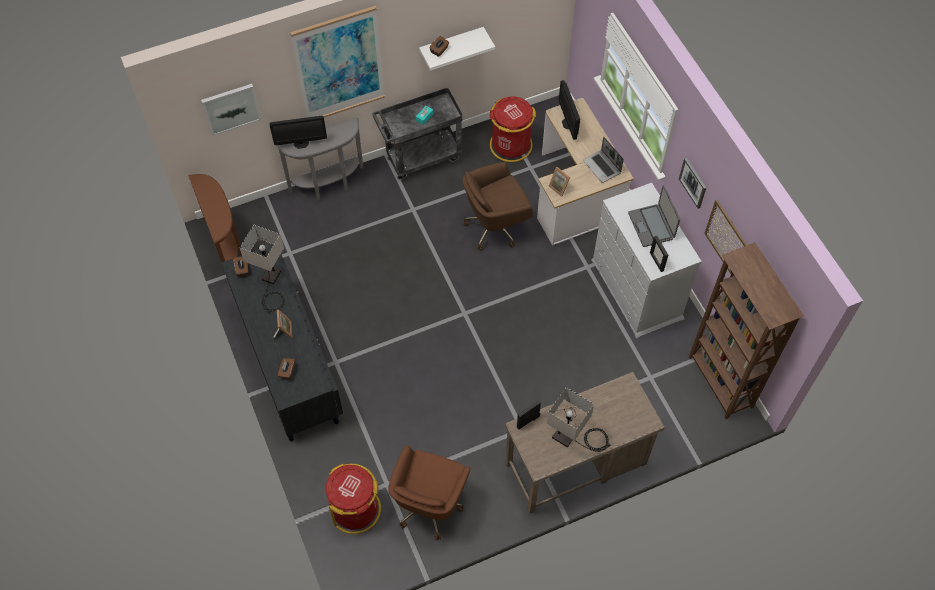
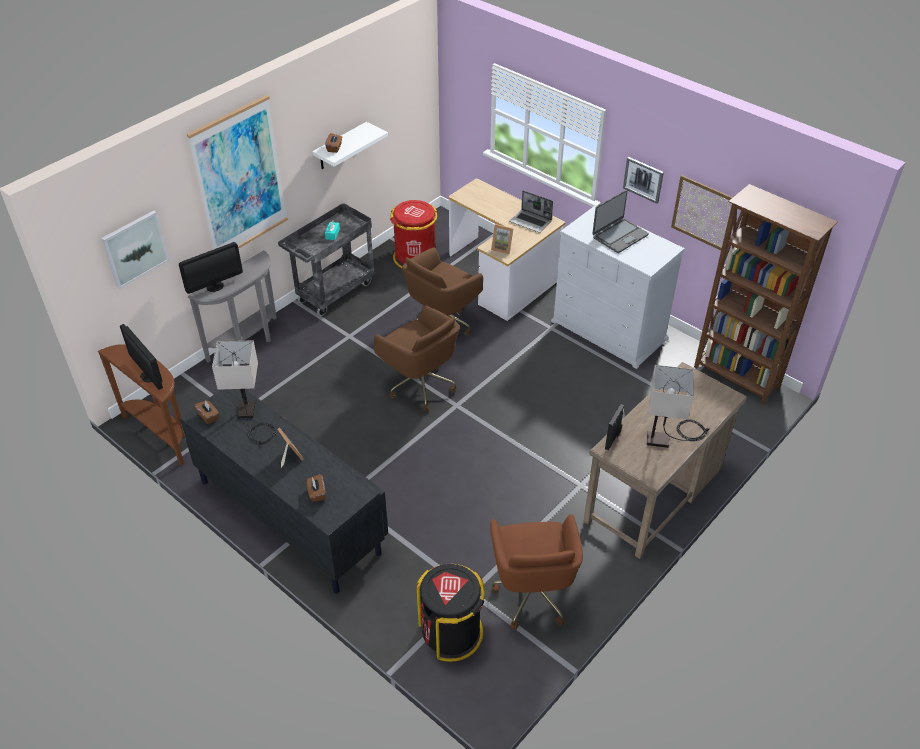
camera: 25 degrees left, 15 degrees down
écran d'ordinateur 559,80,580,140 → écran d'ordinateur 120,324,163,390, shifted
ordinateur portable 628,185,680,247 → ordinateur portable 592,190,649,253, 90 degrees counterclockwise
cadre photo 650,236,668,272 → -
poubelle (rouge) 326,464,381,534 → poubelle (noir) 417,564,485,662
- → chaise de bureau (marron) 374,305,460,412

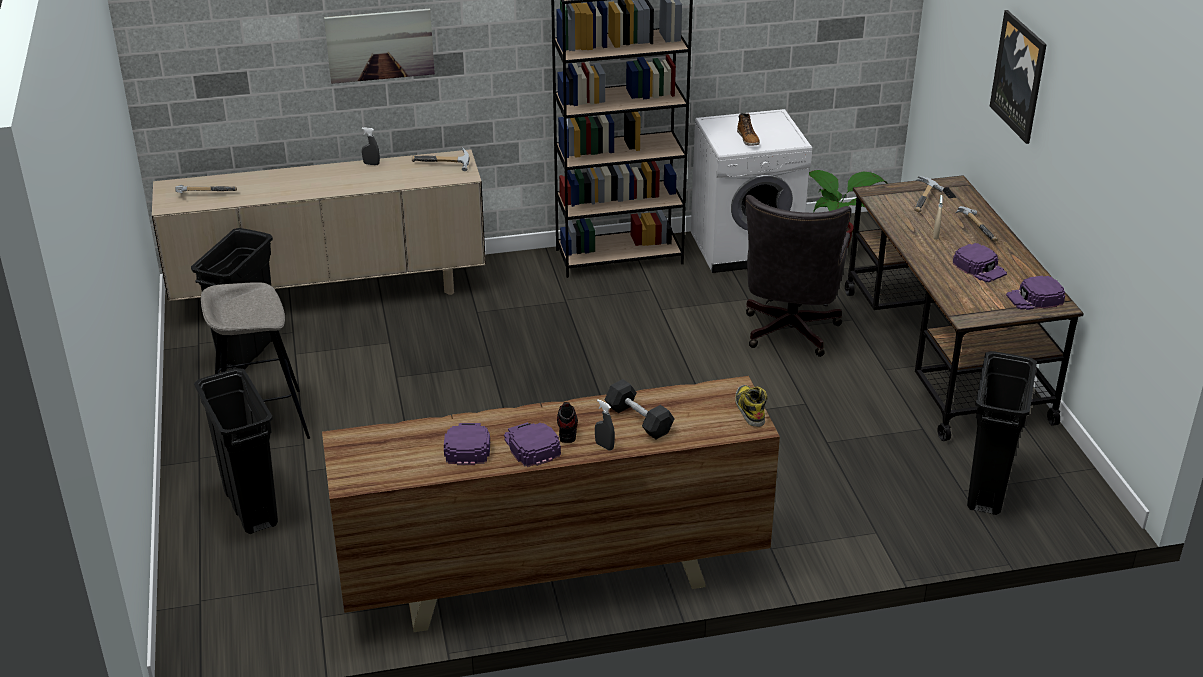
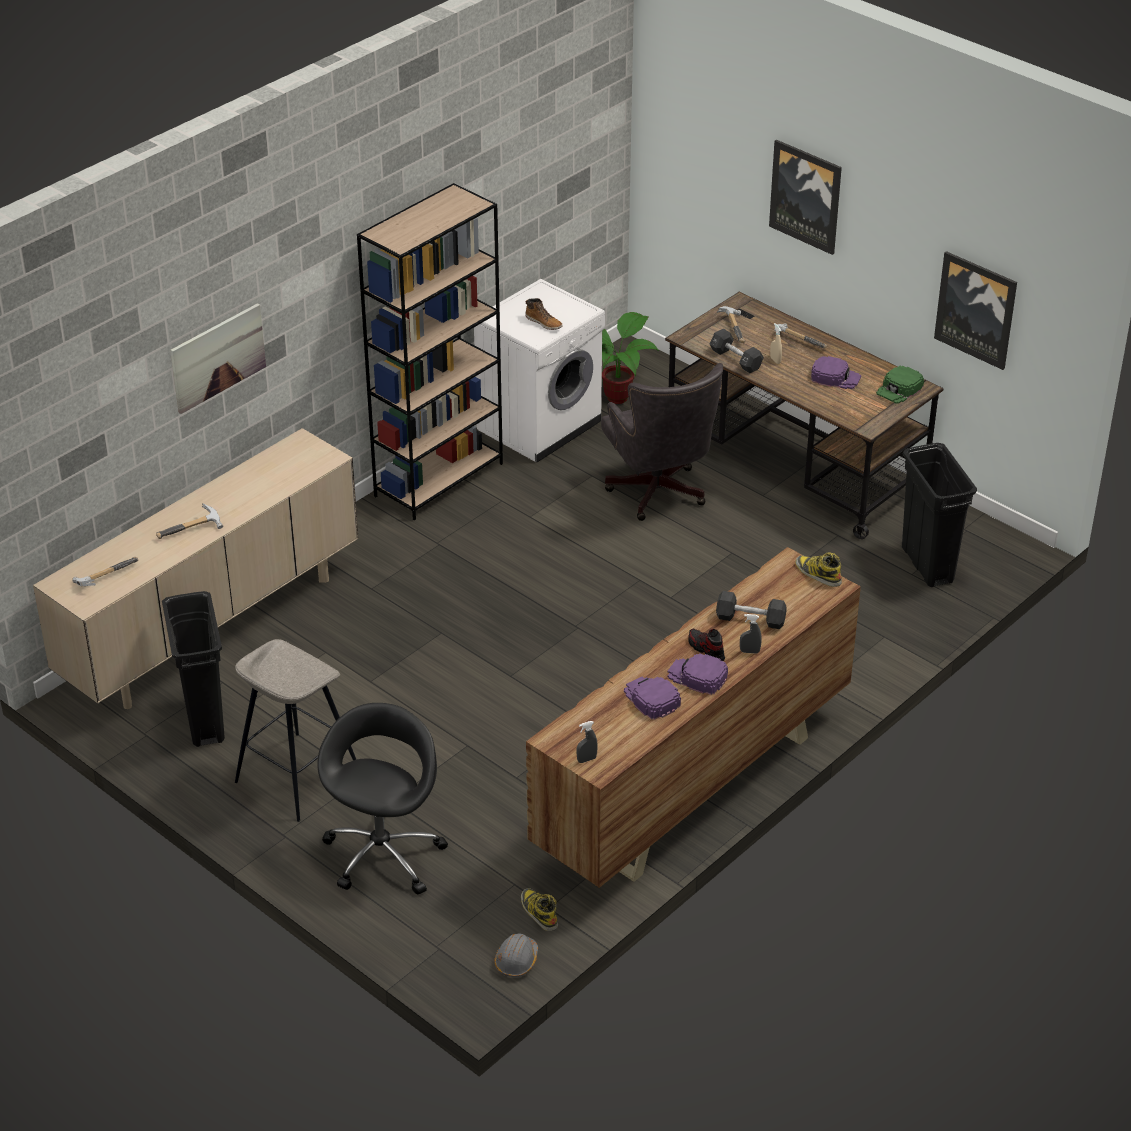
camera: 35 degrees left, 5 degrees up
vaporisateur (gris) 362,127,380,165 → vaporisateur (gris) 576,721,598,763, shifted
marteau 412,147,470,171 → marteau 156,503,223,539, shifted
casquette (violet) 1006,276,1065,310 → casquette (vert) 876,366,924,404
poubelle (noir) 194,368,278,534 → chaise de bureau (noir) 318,703,448,894
- → tableau 934,251,1017,370
- → haltère (noir) 710,329,764,373
- → botte 521,888,558,931
- → casque de chantier (gris) 494,934,538,977

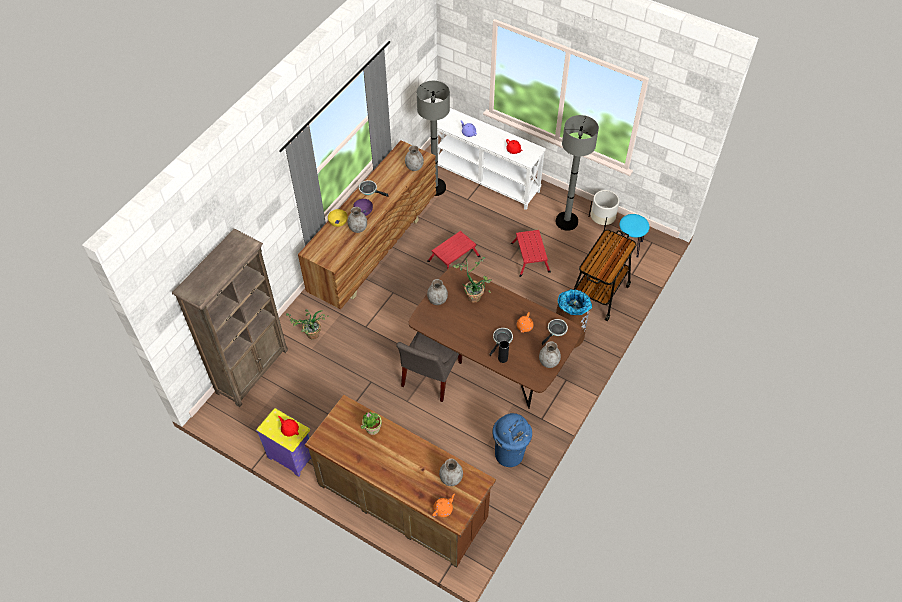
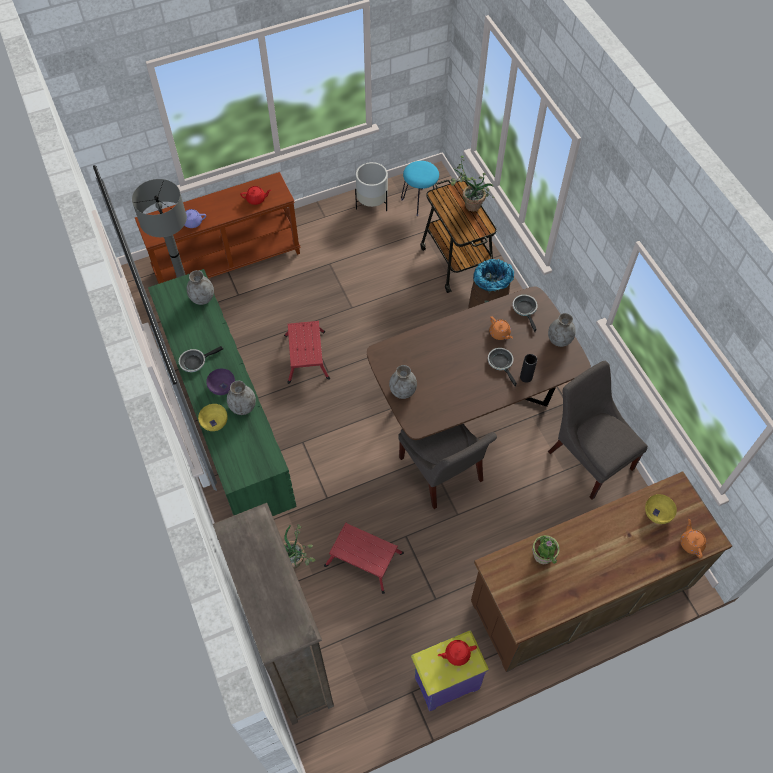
camera: 55 degrees left, 5 degrees up
table console (blanc) 437,108,546,210 → table console (marron) 135,172,300,284
lampadaire (gris) 556,115,599,231 → -
meuble de rangement (marron) 298,140,436,309 → meuble de rangement (vert) 148,269,297,516
escabeau (rouge) 511,230,551,277 → escabeau (rouge) 324,522,404,594, shifted
plante en pot 452,257,492,303 → plante en pot 451,156,495,212, shifted
poubelle (bleu) 492,413,532,467 → chaise (gris) 548,361,648,499
vase (gris) 439,459,463,486 → bol (jaune) 645,494,677,524

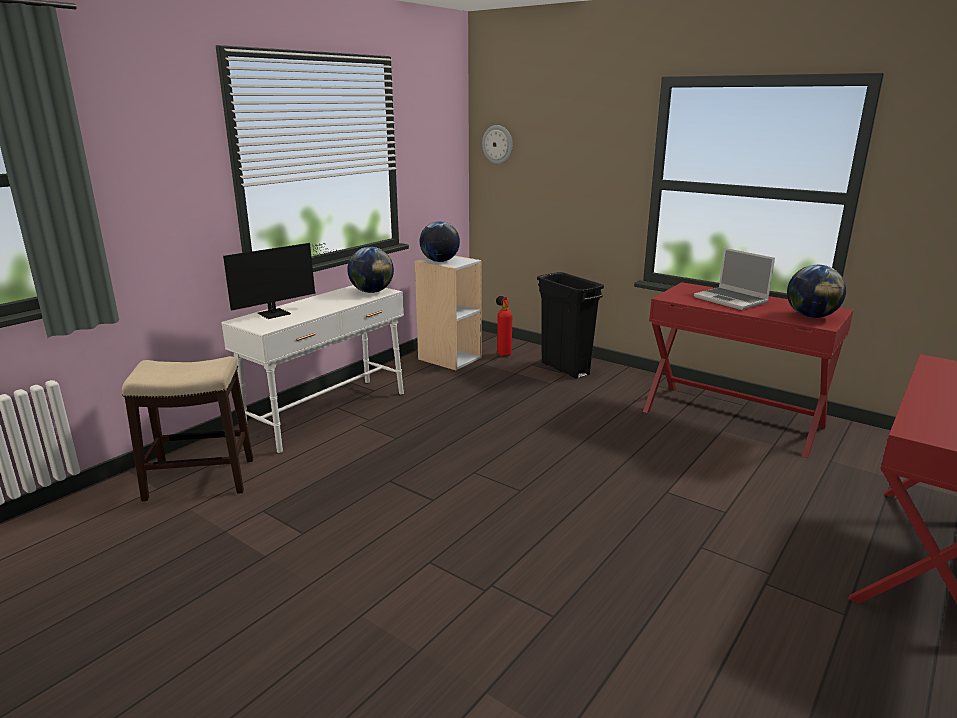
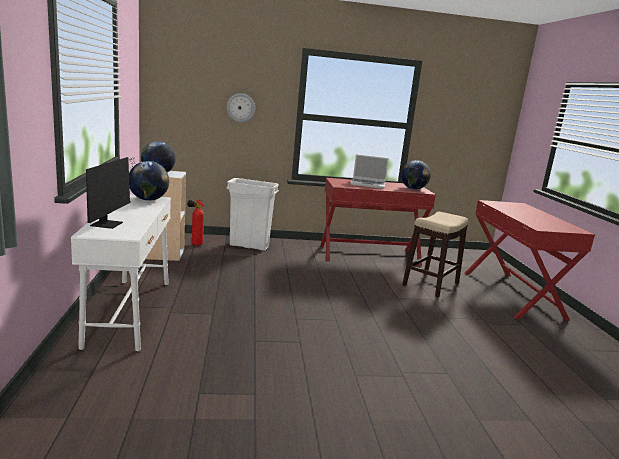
camera: 45 degrees left, 5 degrees down
horloge murale 482,125,513,164 → horloge murale 227,93,255,122, shifted
poubelle (noir) 537,272,604,379 → poubelle (blanc) 227,178,279,251
tabouret 122,356,253,501 → tabouret 402,212,468,297, shifted

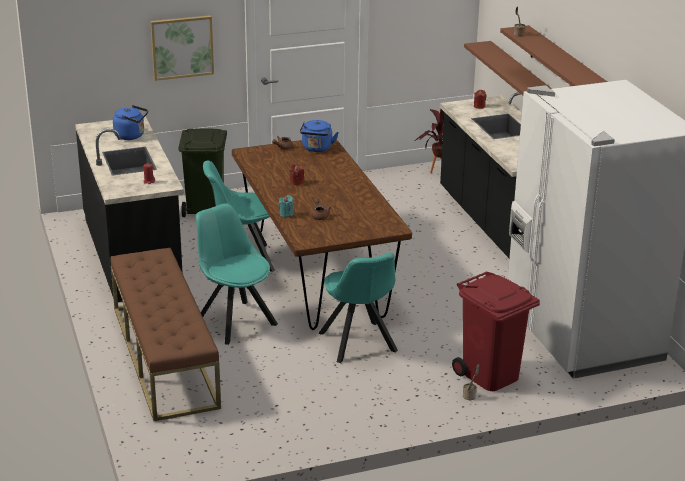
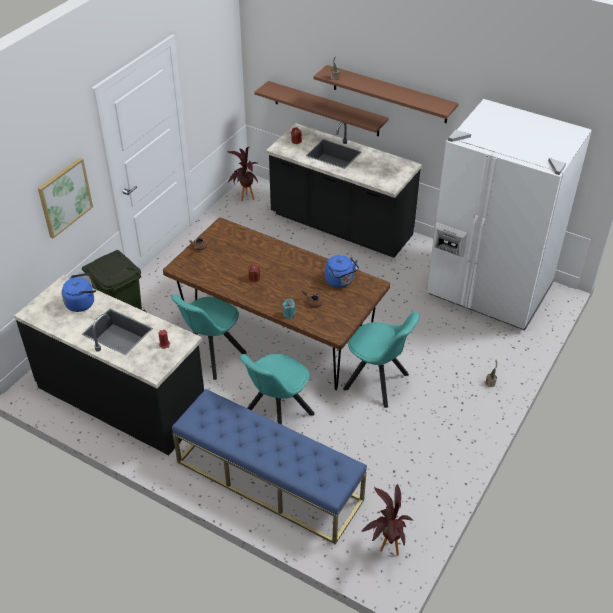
camera: 40 degrees left, 15 degrees up
bouilloire (bleu) 300,120,339,152 → bouilloire (bleu) 325,255,359,288, shifted
chaise (turquoise) 196,203,278,345 → chaise (turquoise) 240,354,314,425, 60 degrees counterclockwise
banc (marron) 110,248,221,421 → banc (bleu) 172,389,367,545
poubelle (rouge) 452,272,540,391 → -
- → plante en pot 362,484,413,556

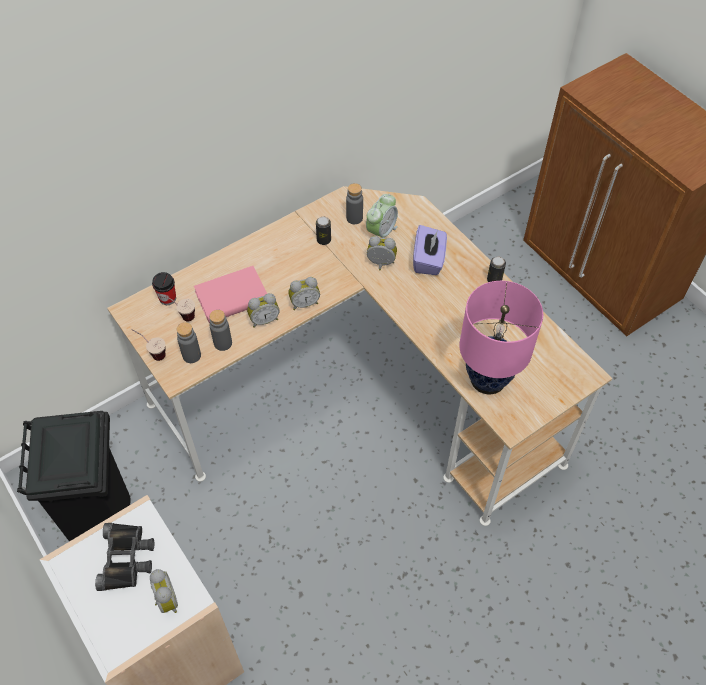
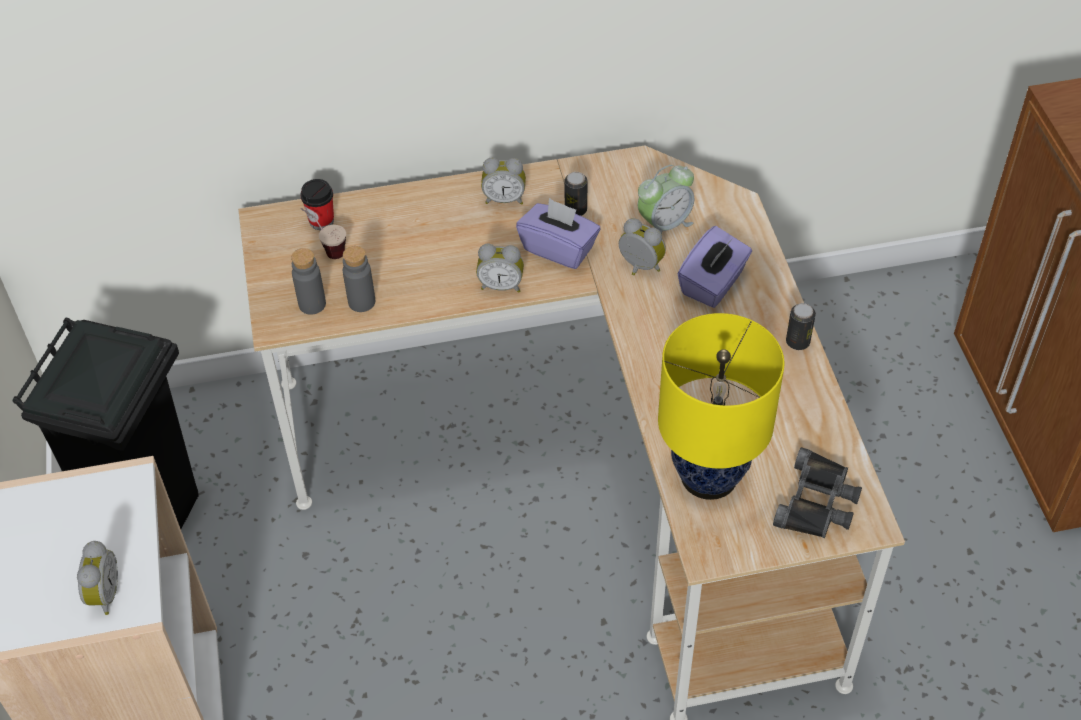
camera: 25 degrees right, 5 degrees down
bouteille (gris) 346,183,363,224 → -
livre (rose) 194,266,267,323 → -
lampe de table (rose) 459,281,543,394 → lampe de table (jaune) 658,313,784,500
réveil 247,293,280,328 → réveil 481,158,526,205, shifted
tasse 131,329,166,361 → -
jumelles (noir) 95,523,154,591 → jumelles (noir) 773,447,862,538, shifted
- → boîte à mouchoirs (violet) 516,198,600,269

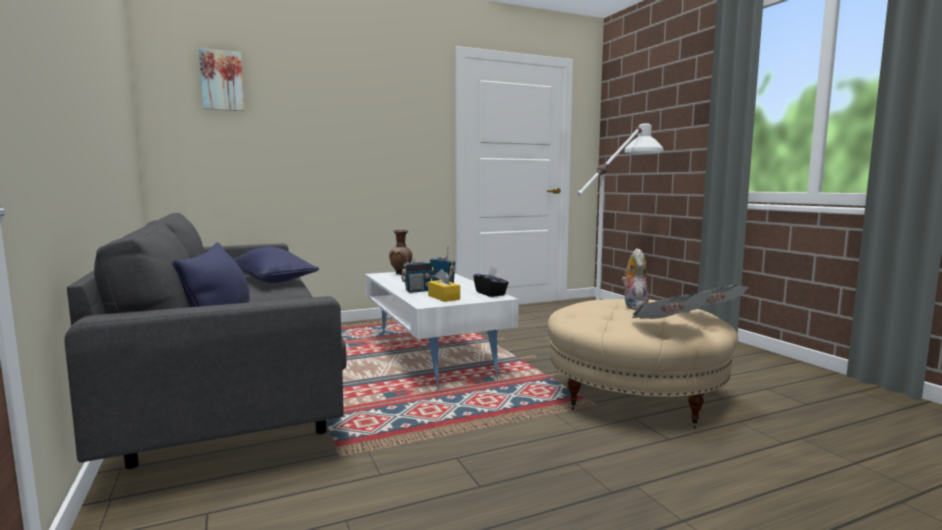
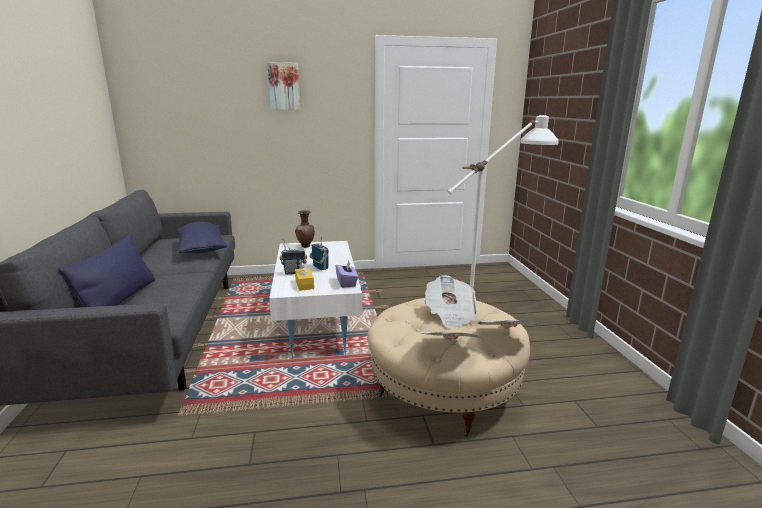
camera: 15 degrees right, 10 degrees up
tableau 199,48,245,111 → tableau 267,62,300,110, shifted
peluche 622,248,649,310 → journal 424,275,477,329
boîte à mouchoirs (noir) 473,267,509,297 → boîte à mouchoirs (violet) 335,261,358,288

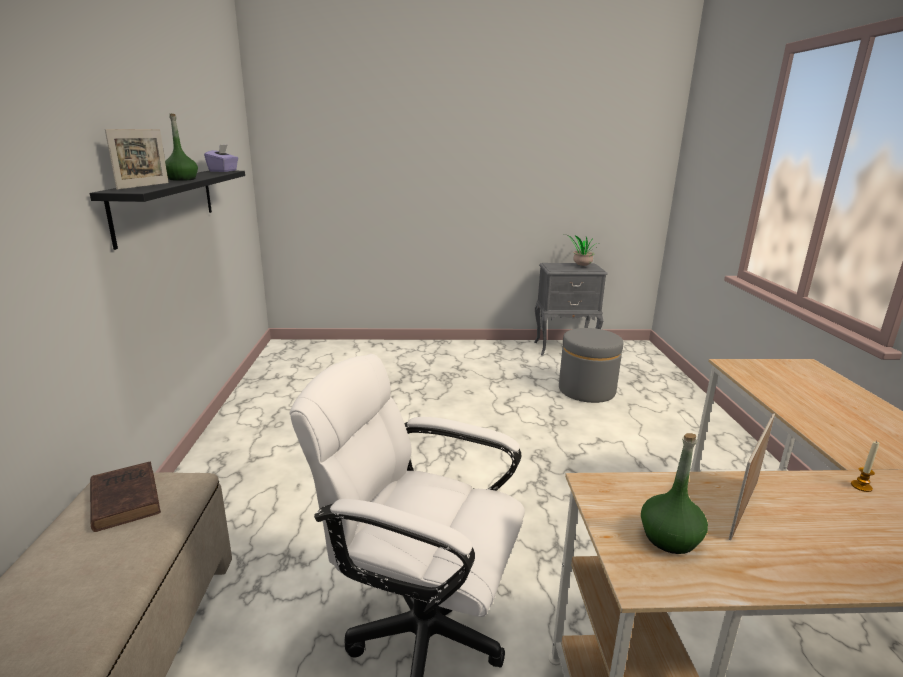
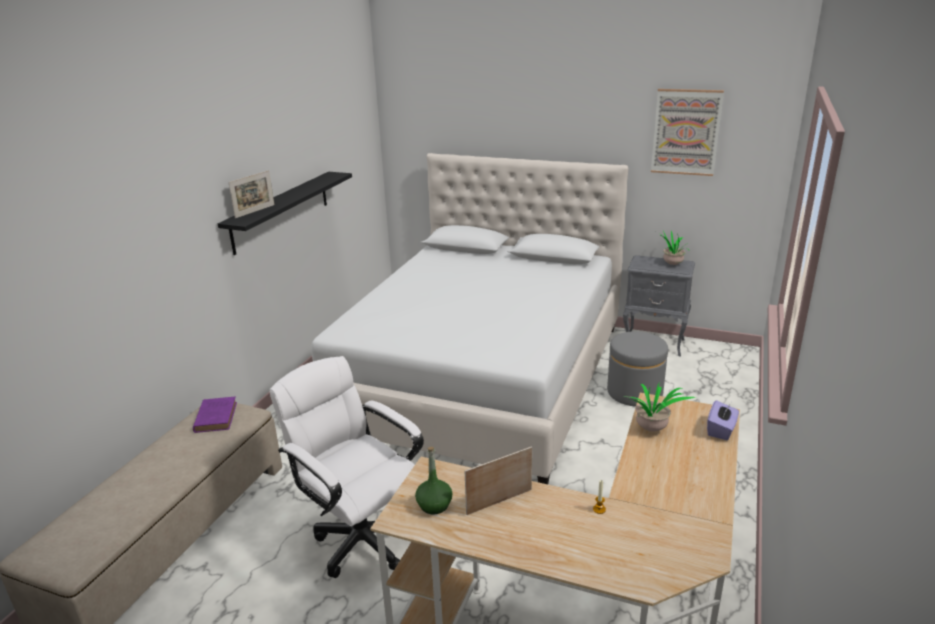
camera: 25 degrees right, 5 degrees up
bouteille (vert) 165,114,198,181 → -
boîte à mouchoirs (violet) 204,145,238,172 → boîte à mouchoirs (violet) 707,400,739,440, shifted
livre (marron) 90,462,161,532 → livre (violet) 193,397,237,433
- → tableau 651,89,724,176
- → lit (blanc) 311,153,628,484
- → plante en pot 622,383,695,431

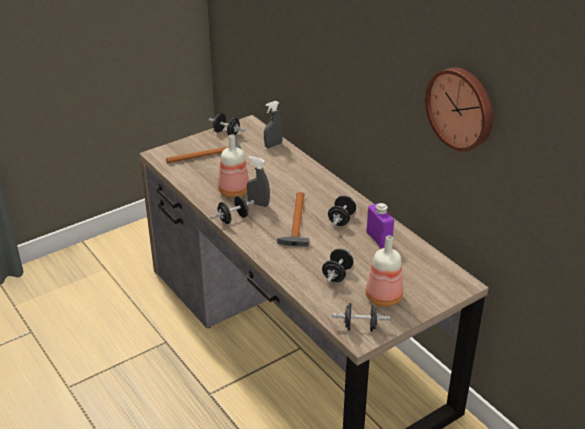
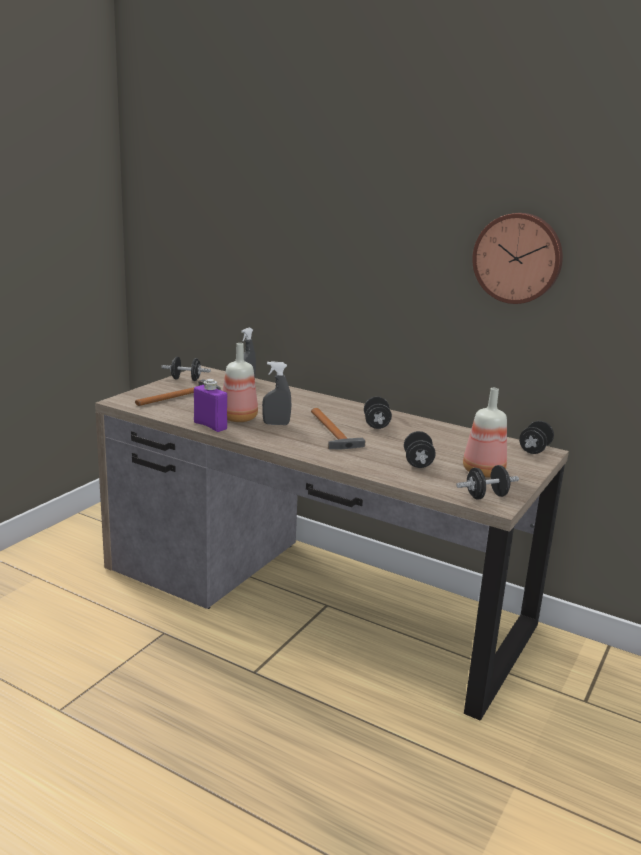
camera: 25 degrees left, 15 degrees down
haltère (noir) 210,196,255,224 → haltère (noir) 519,421,554,454, shifted
bouteille (violet) 367,203,394,249 → bouteille (violet) 194,379,227,432, shifted

